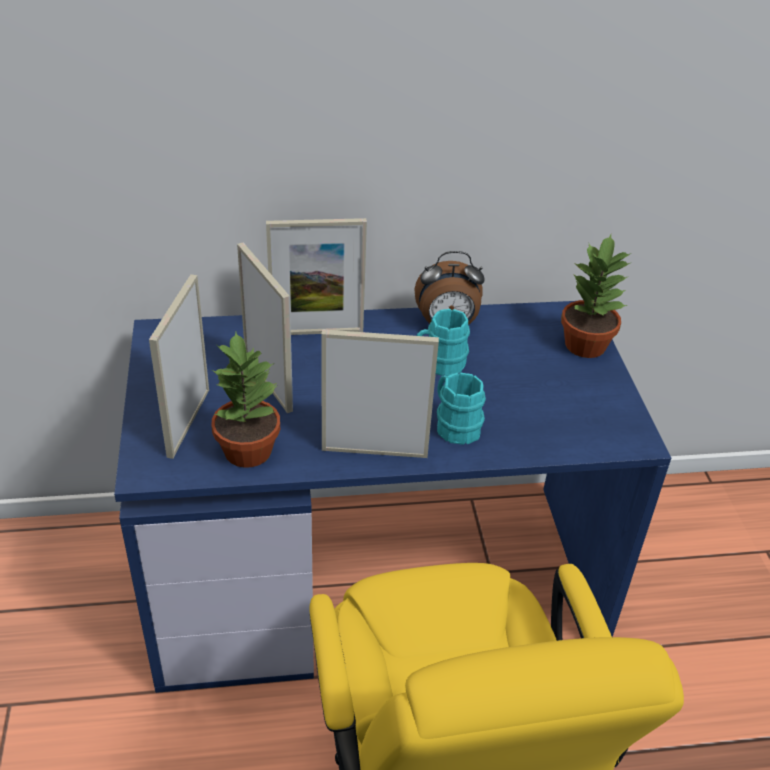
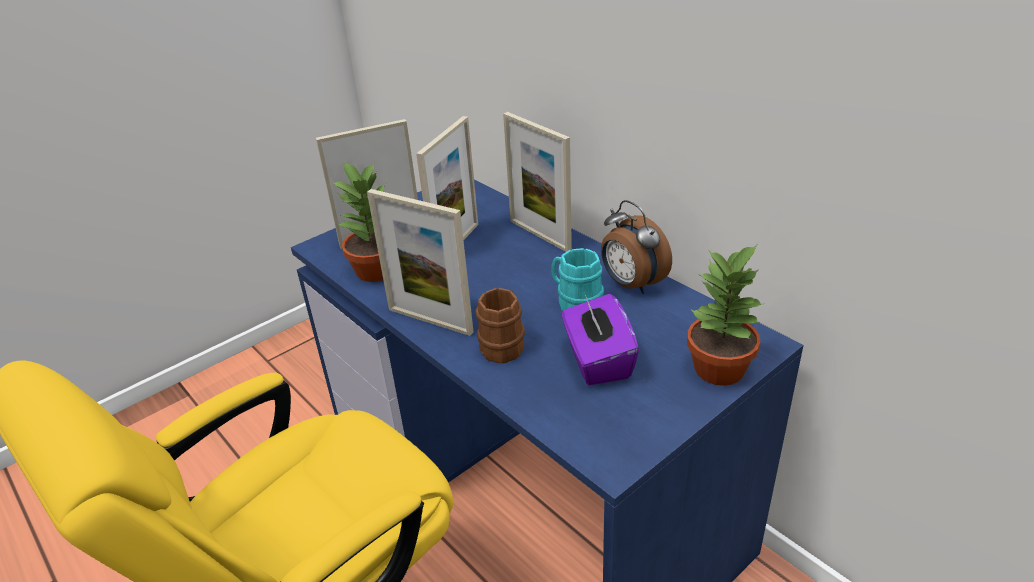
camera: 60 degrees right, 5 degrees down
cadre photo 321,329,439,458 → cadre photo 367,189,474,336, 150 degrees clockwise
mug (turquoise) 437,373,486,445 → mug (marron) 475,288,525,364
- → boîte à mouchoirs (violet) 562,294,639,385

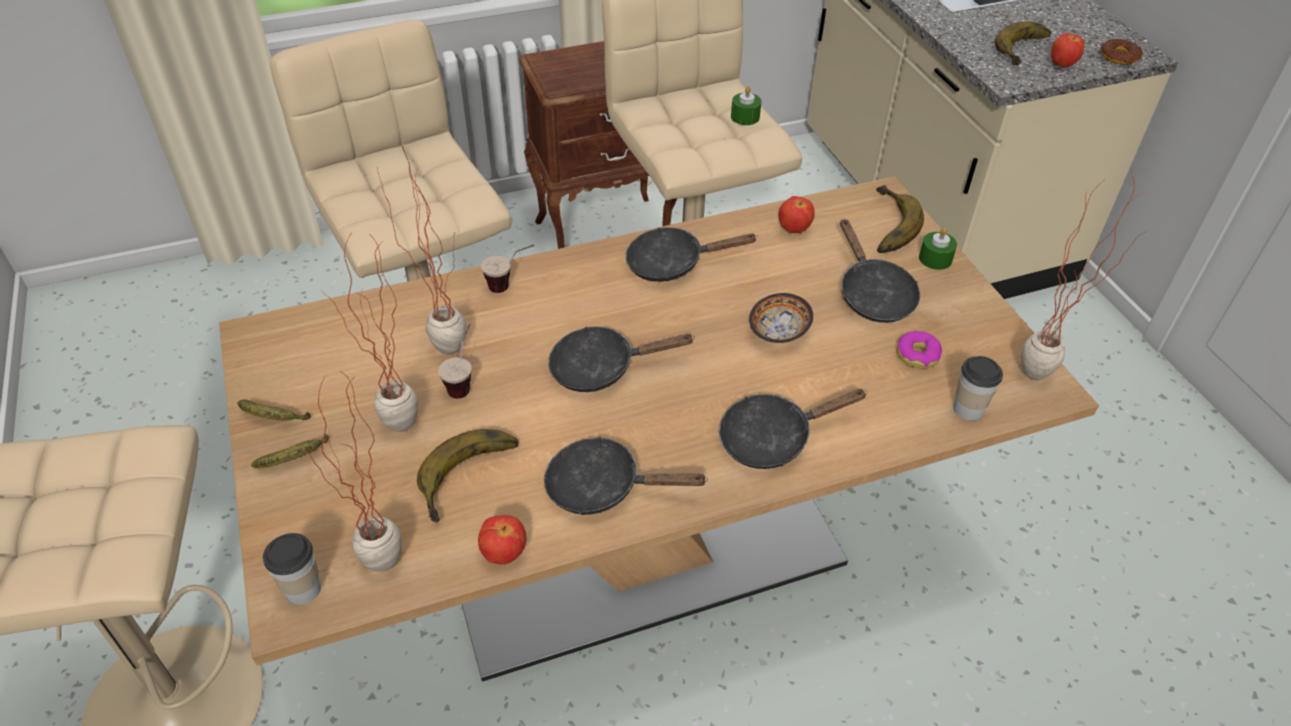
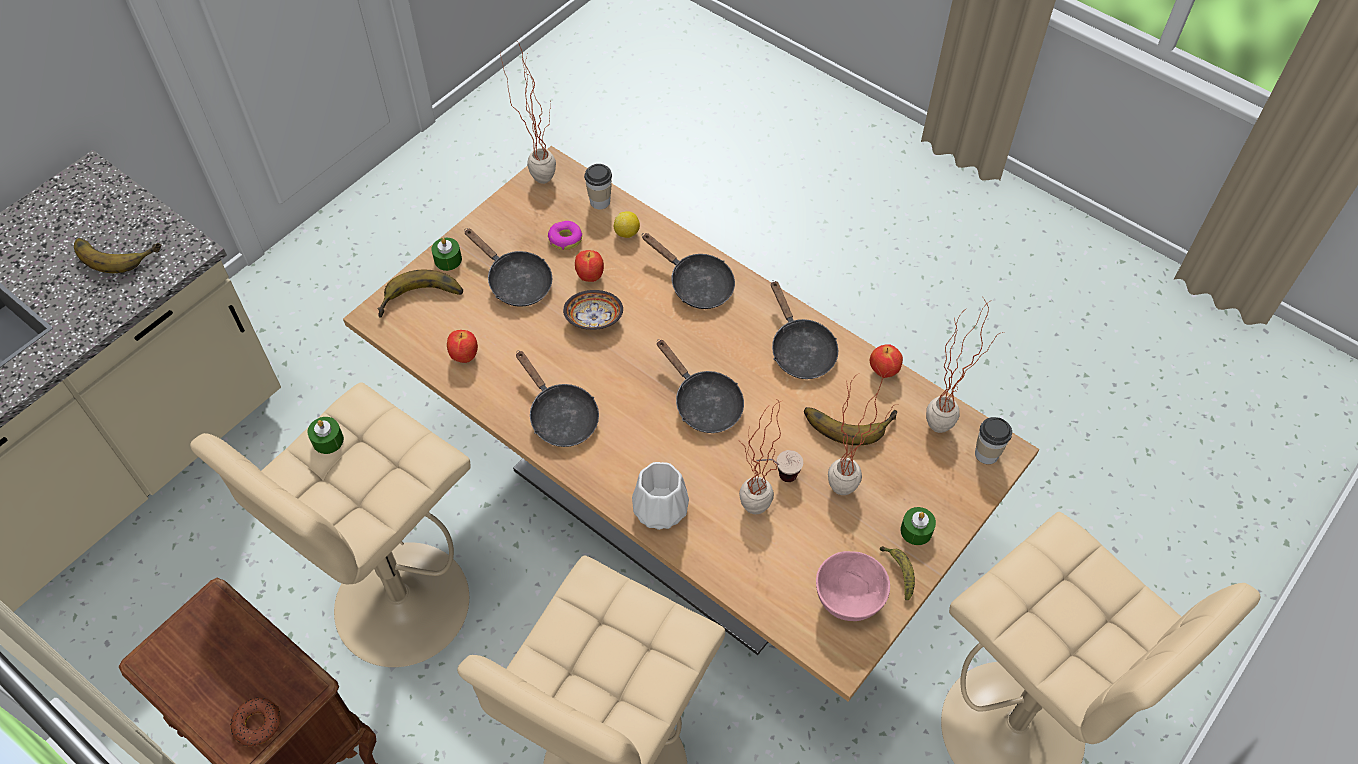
camera: 120 degrees left, 10 degrees up
pomme 1051,33,1084,67 → pomme 575,250,604,282, shifted
beignet 1101,39,1143,65 → beignet 230,697,280,746, shifted
poêle (noir) 840,218,920,323 → poêle (noir) 464,228,552,307, 90 degrees clockwise
tasse 481,244,534,293 → vase (blanc) 632,462,689,530
banane 251,434,329,468 → bougie (vert) 900,507,936,545
- → citron 614,212,640,238
- → bol (rose) 816,551,890,621

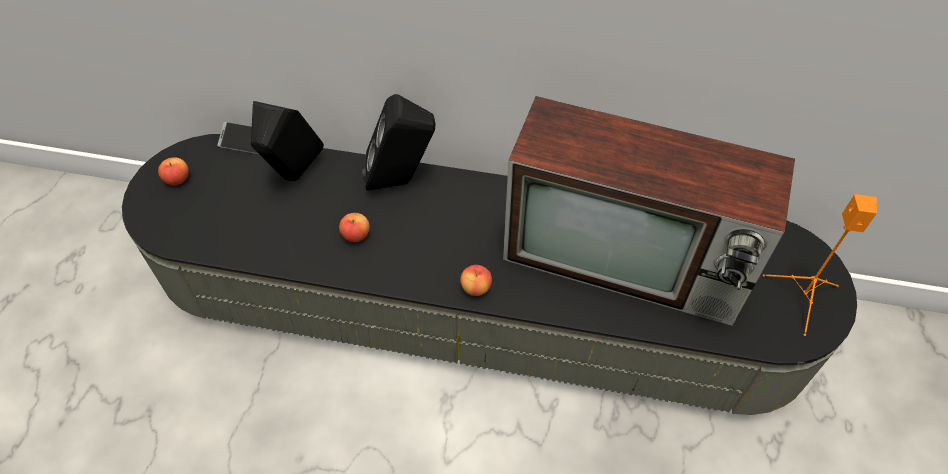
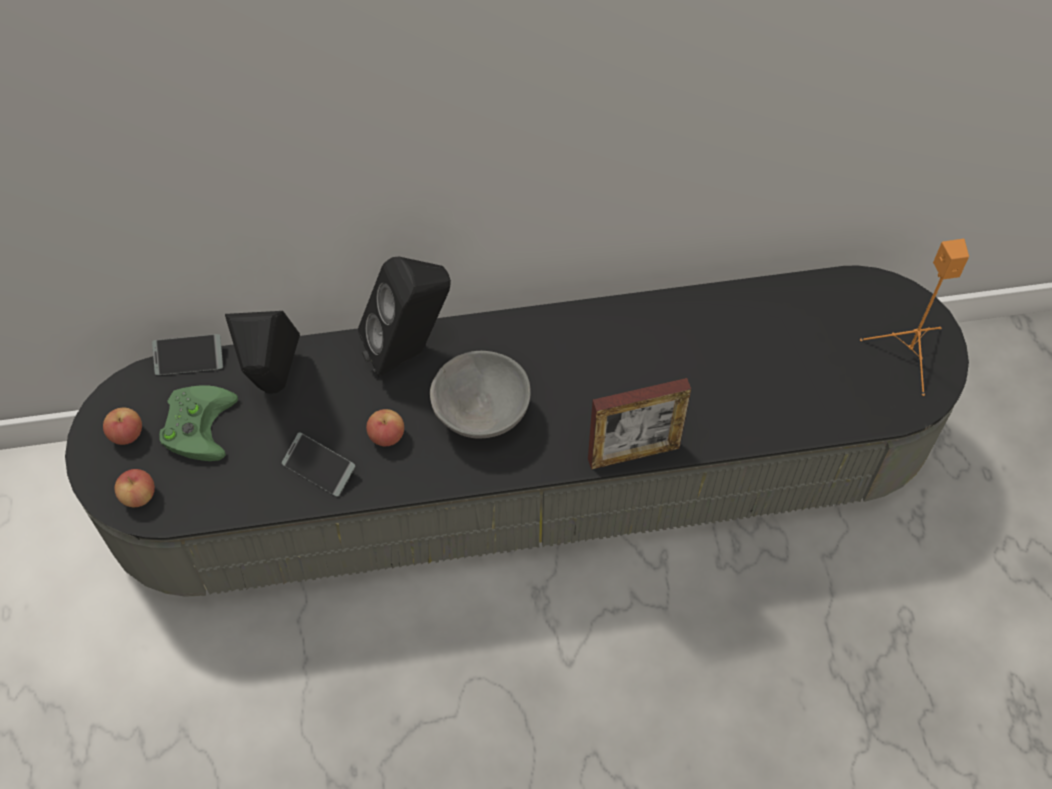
camera: 20 degrees left, 5 degrees up
téléviseur 503,96,795,326 → -
pomme 460,265,492,296 → pomme 114,469,155,507, shifted
- → bol (gris) 430,351,531,439
- → cadre photo 588,378,691,470
- → manette (vert) 159,385,238,461
- → téléphone 282,433,356,497

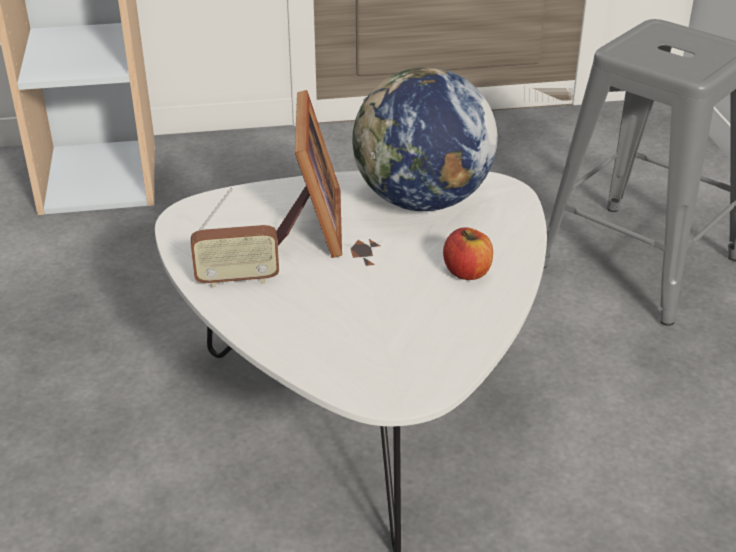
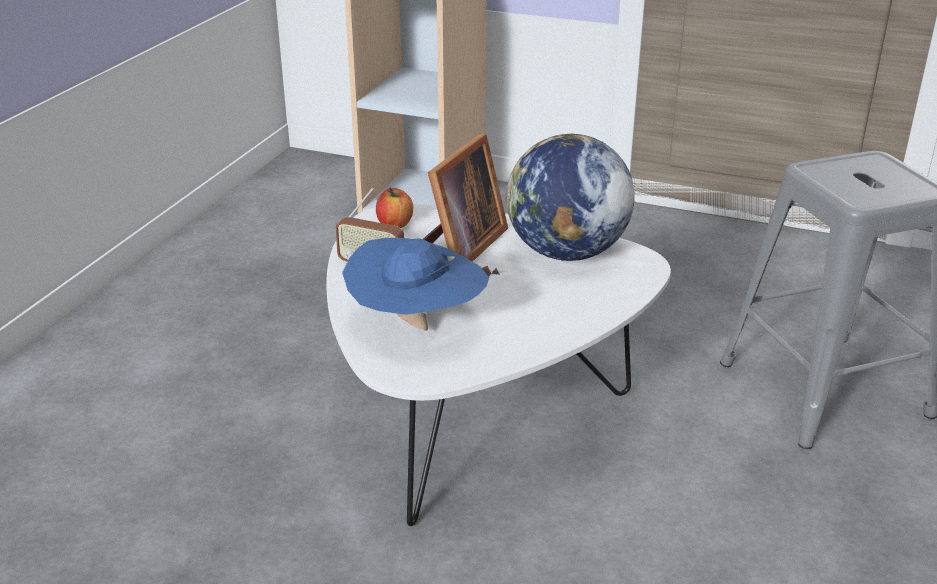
camera: 30 degrees right, 5 degrees down
pomme 443,227,493,280 → pomme 376,188,413,228, shifted
- → chapeau (bleu) 342,238,489,331

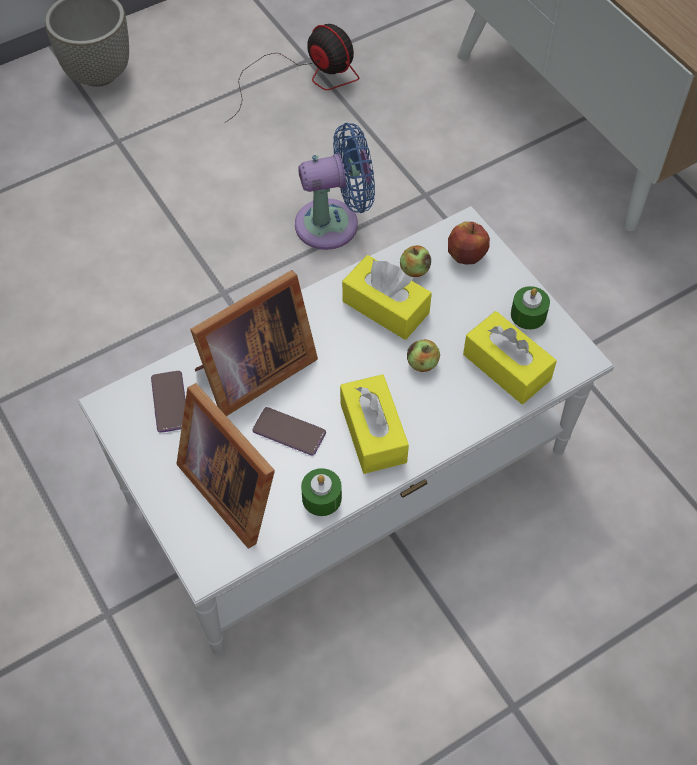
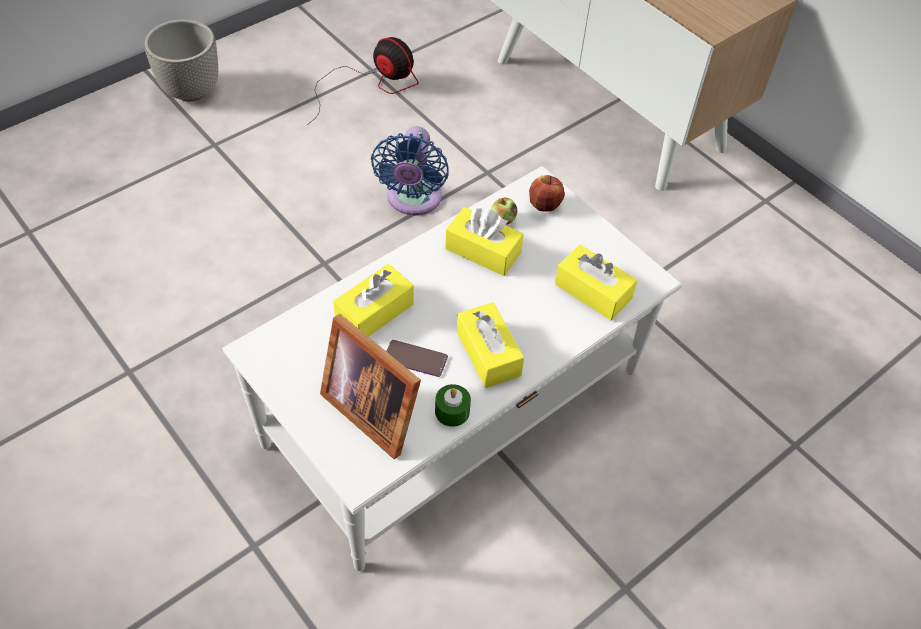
camera: 10 degrees left, 5 degrees down
ventilateur (bleu) 295,123,375,250 → ventilateur (bleu) 371,126,449,216, 120 degrees clockwise
cadre photo 190,270,318,416 → boîte à mouchoirs (jaune) 333,264,414,337
bougie (vert) 511,286,550,330 → -
pomme 407,339,440,372 → -
téléphone 151,371,186,433 → -

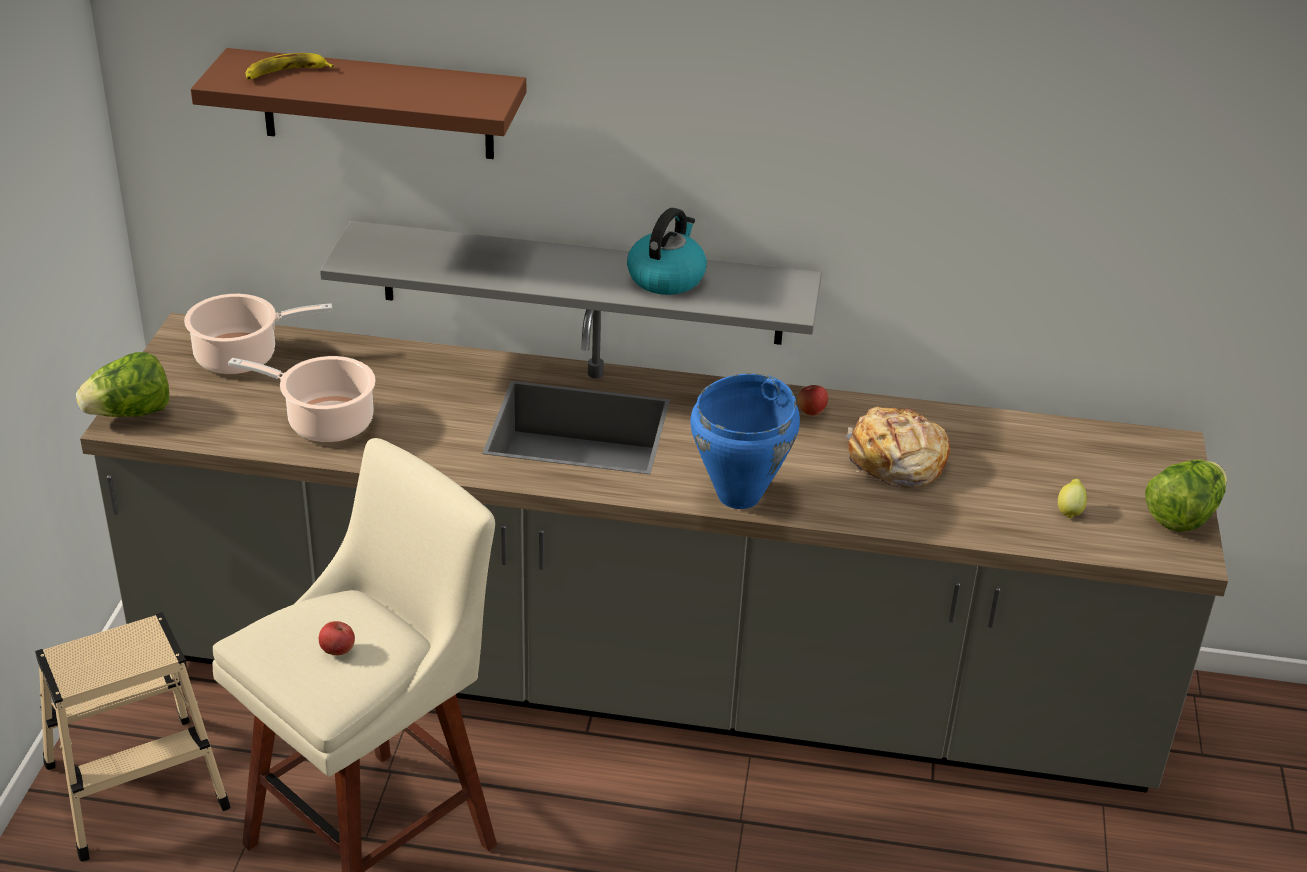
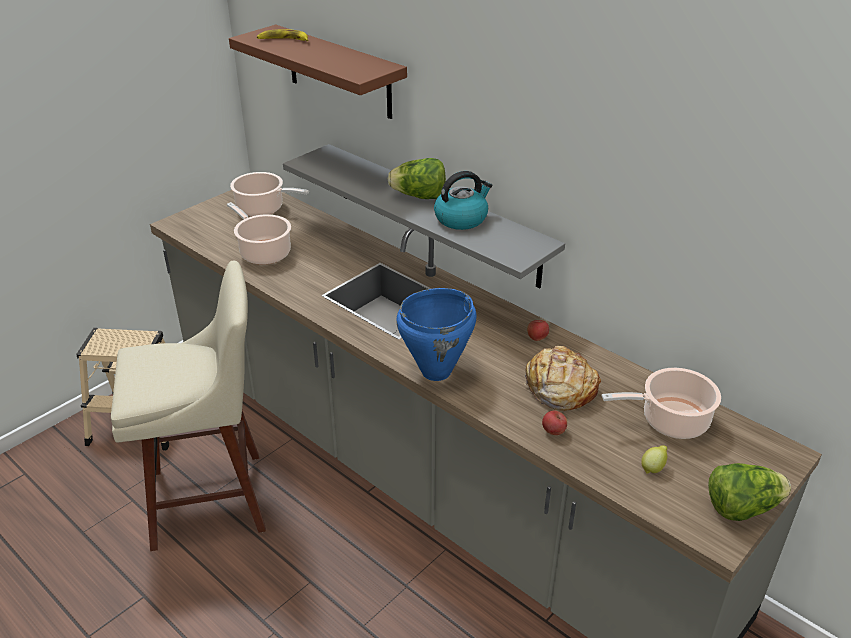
camera: 35 degrees right, 0 degrees up
laitue 76,352,169,417 → laitue 388,158,446,199, shifted
pomme 319,621,355,656 → pomme 542,410,567,435, shifted
- → marmite 602,368,721,439

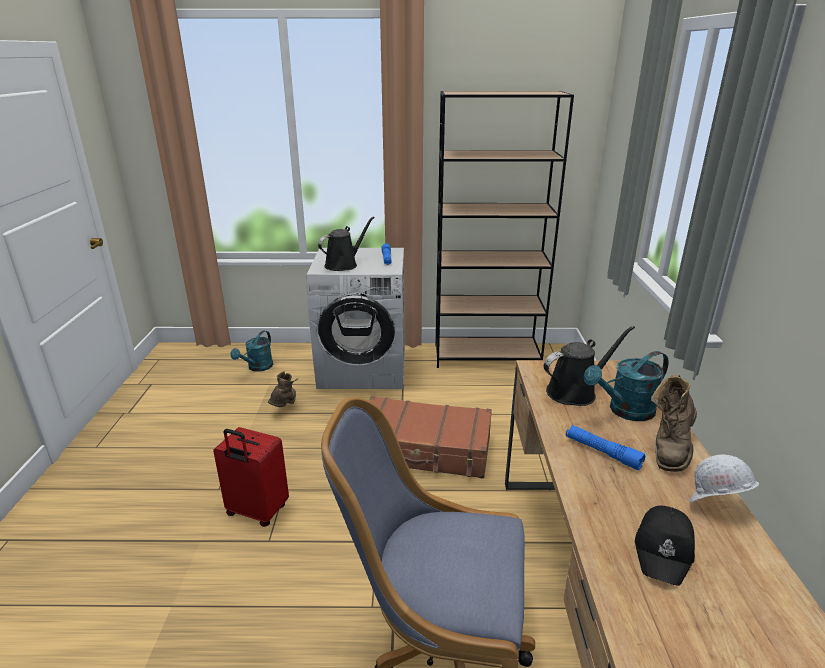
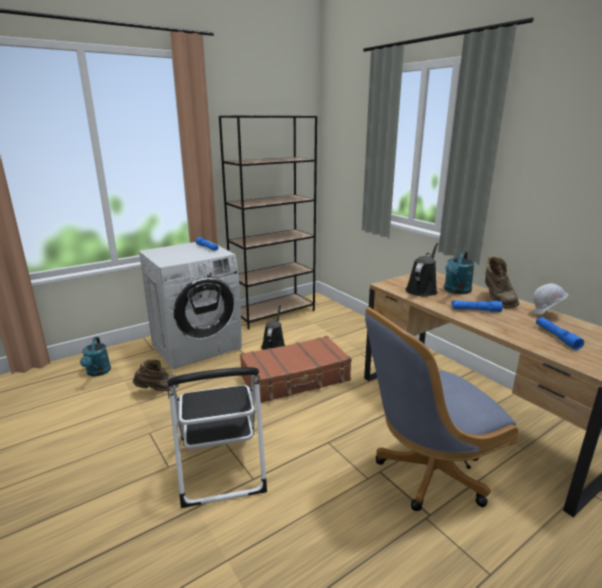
camera: 35 degrees left, 5 degrees down
arrosoir (noir) 318,217,375,271 → arrosoir (noir) 261,305,285,350, shifted
botte (marron) 268,371,298,407 → botte (marron) 133,359,179,391, 90 degrees clockwise
valise (rouge) 213,427,289,527 → escabeau 167,367,267,508
casquette (noir) 635,506,695,586 → lampe de poche (bleu) 536,317,584,350

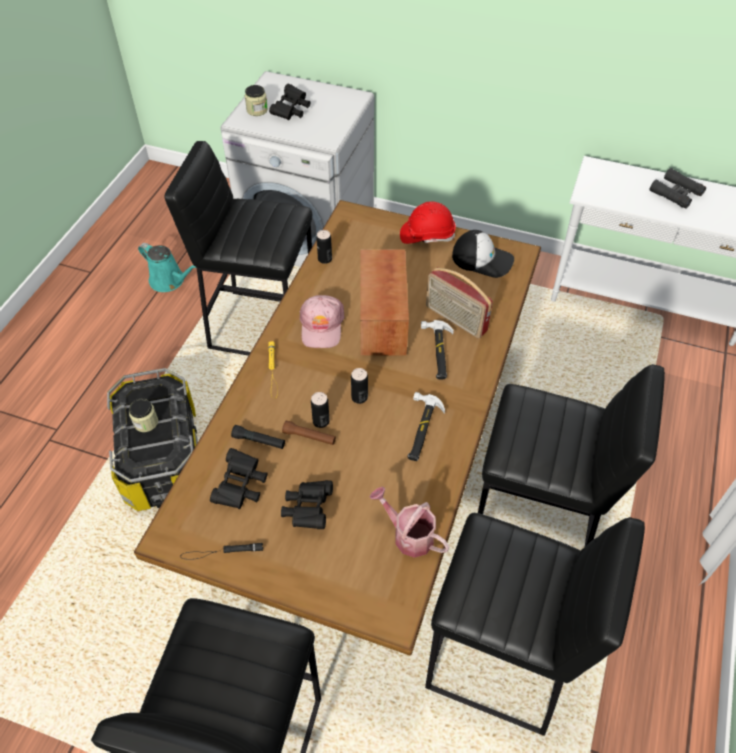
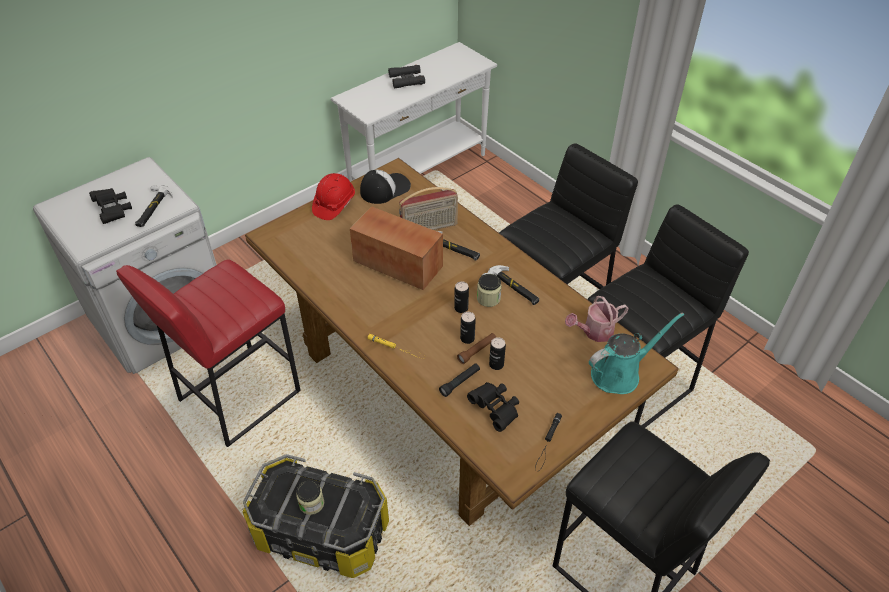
camera: 60 degrees left, 5 degrees down
bocal 245,85,268,116 → bocal 477,274,502,307, shifted
tabouret (noir) 164,141,312,356 → tabouret (rouge) 116,259,301,447
boîte métallique 316,230,332,264 → boîte métallique 489,337,506,370, shifted
arrosoir (turquoise) 138,243,196,292 → arrosoir (turquoise) 589,312,684,394, shifted
casquette (rose) 299,295,345,348 → -
jumelles (noir) 281,480,333,529 → -
- → marteau 135,185,173,227

